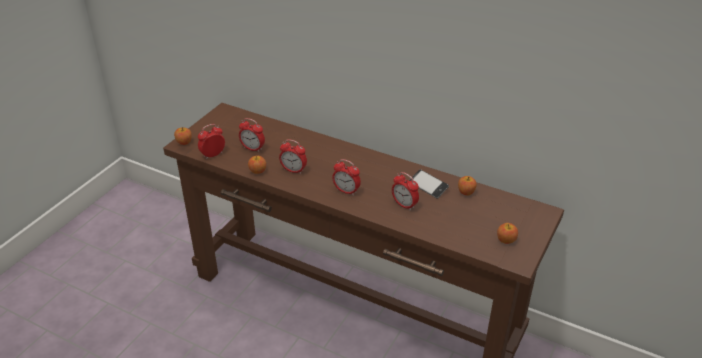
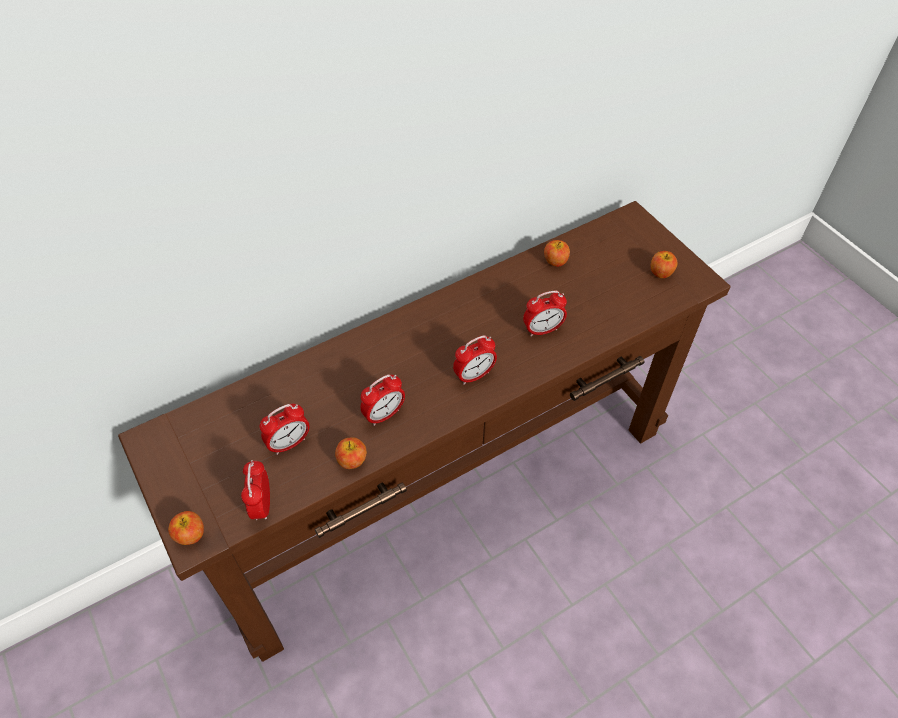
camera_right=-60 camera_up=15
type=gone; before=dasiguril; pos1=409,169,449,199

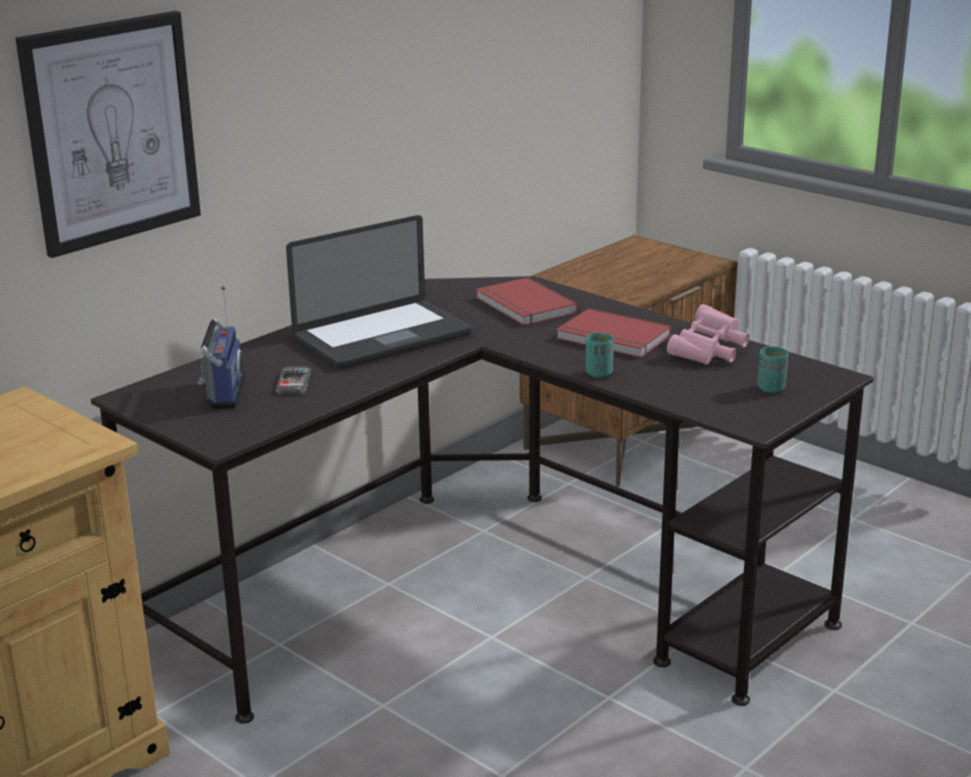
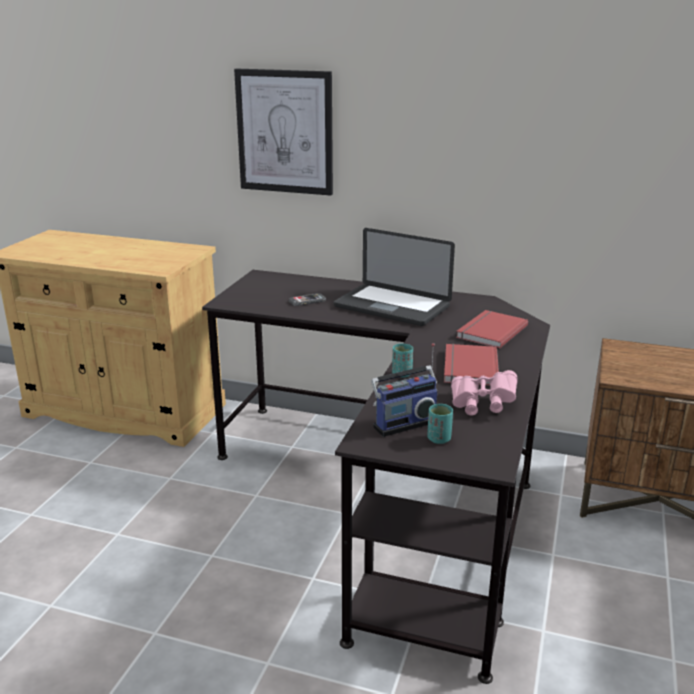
camera_right=65 camera_up=0
type=shifted; before=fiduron; pos1=198,286,245,409; pos2=371,343,437,437

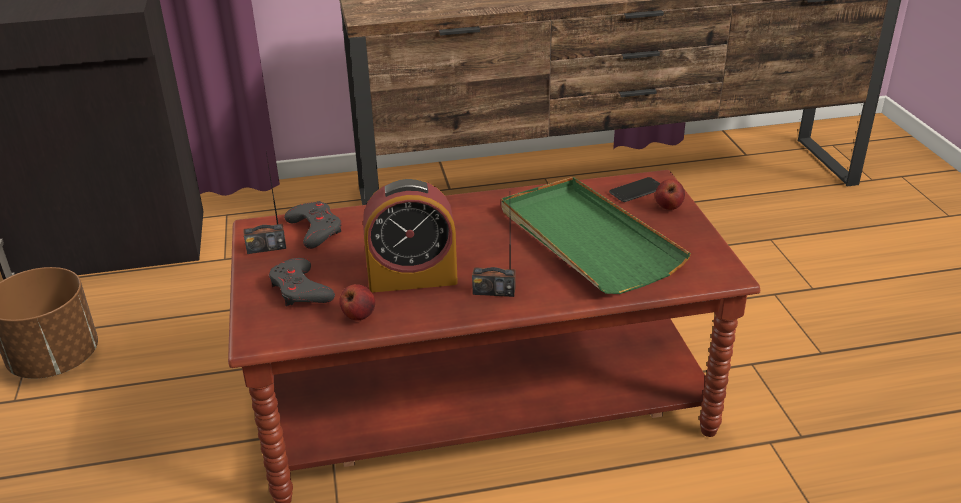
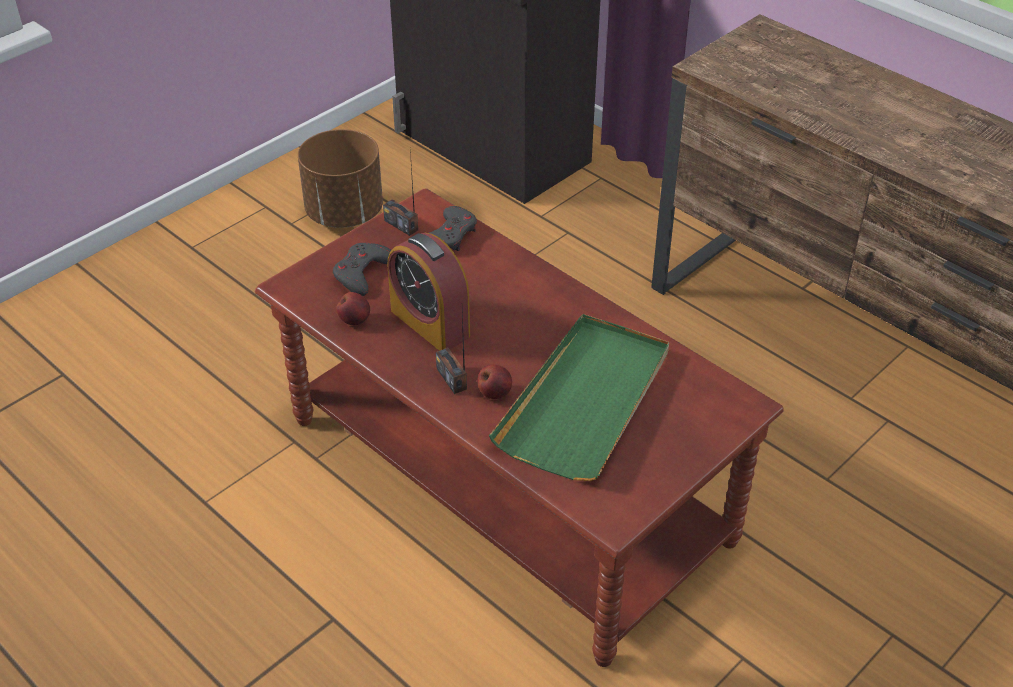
camera_right=55 camera_up=10
type=gone; before=dasiguril; pos1=609,177,660,202
type=shifted; before=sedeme; pos1=655,179,685,210; pos2=477,364,512,399

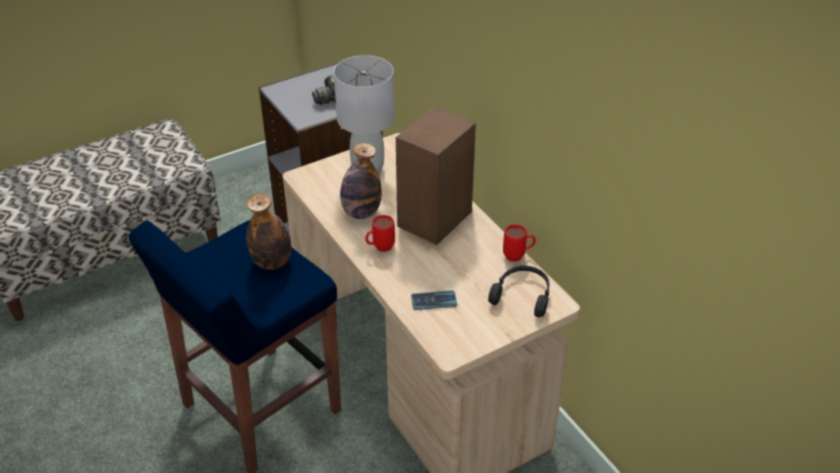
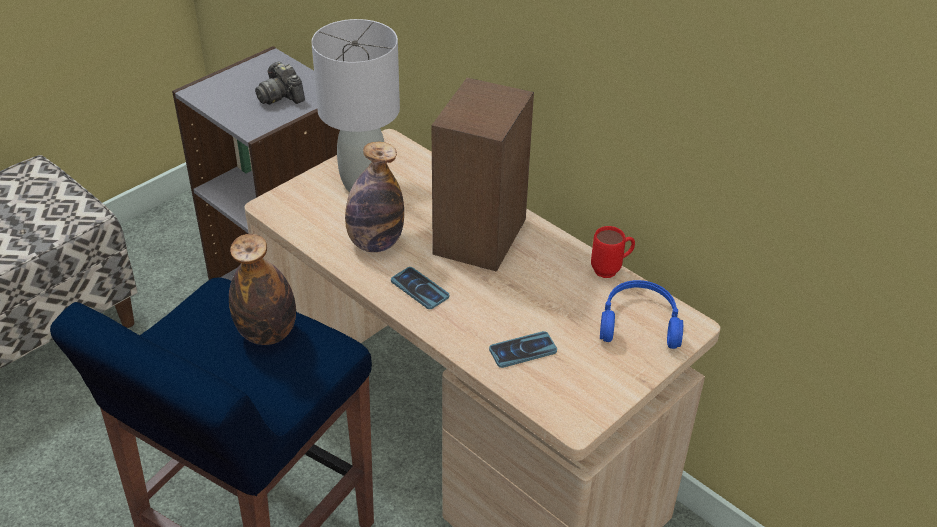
camera_right=-15 camera_up=0
type=swapped; before=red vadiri; after=dasiguril; pos1=365,215,395,252; pos2=391,267,449,309
type=repainted; before=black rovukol; after=blue rovukol; pos1=488,266,549,317; pos2=600,280,683,349

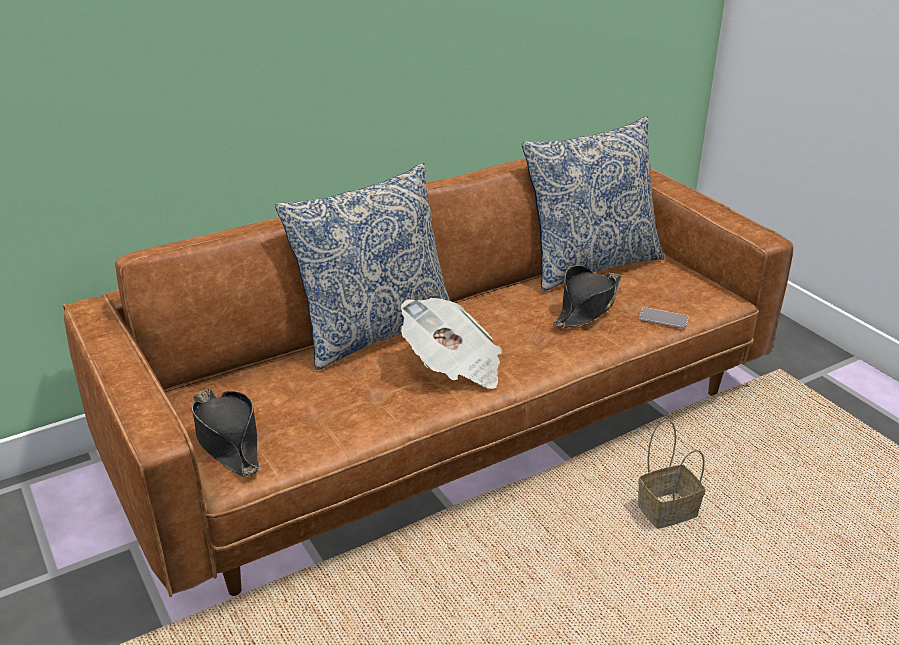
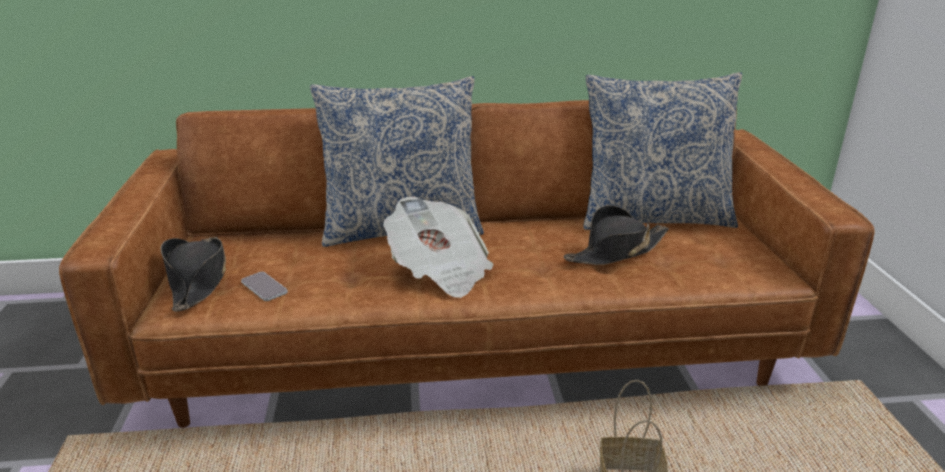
camera_right=25 camera_up=-5
type=shifted; before=dasiguril; pos1=639,307,689,328; pos2=241,272,288,301

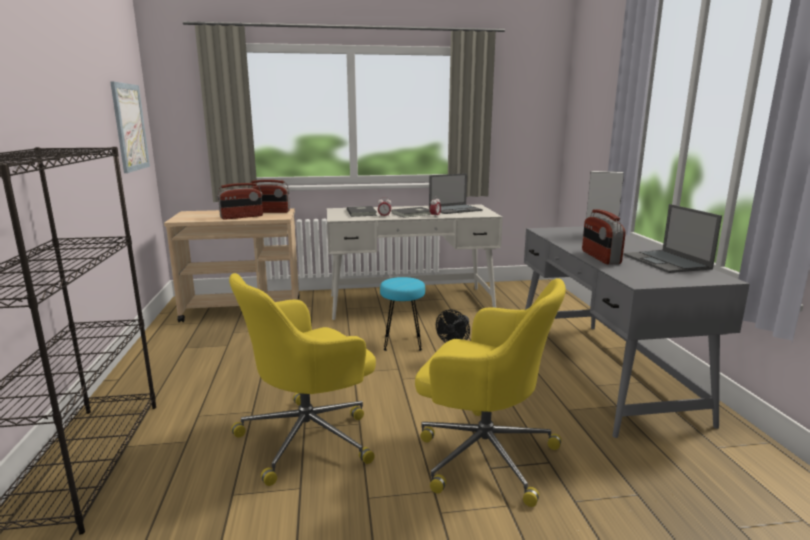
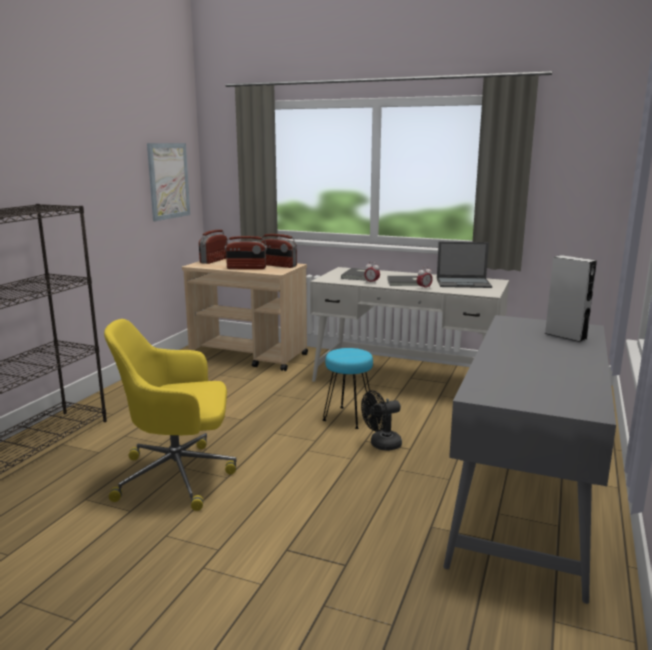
camera_right=30 camera_up=0
type=gone; before=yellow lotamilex; pos1=415,278,566,507
type=shifted; before=fiduron; pos1=582,209,626,265; pos2=199,230,228,264
type=gone; before=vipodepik; pos1=623,204,722,273

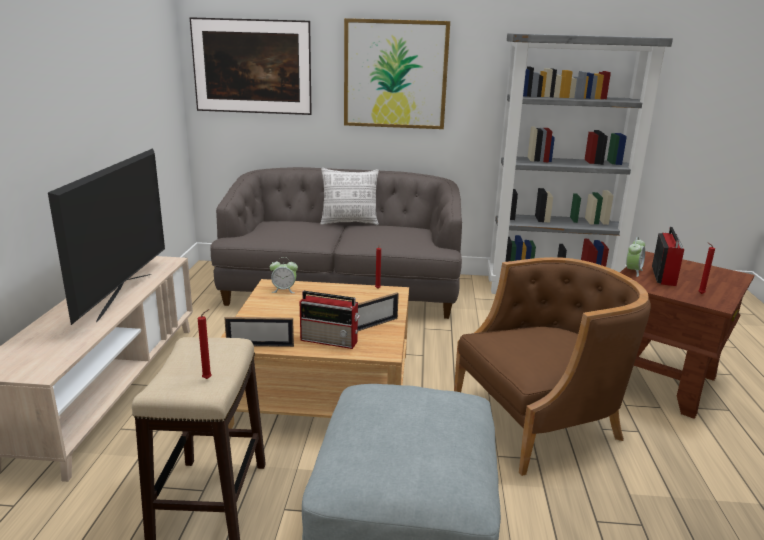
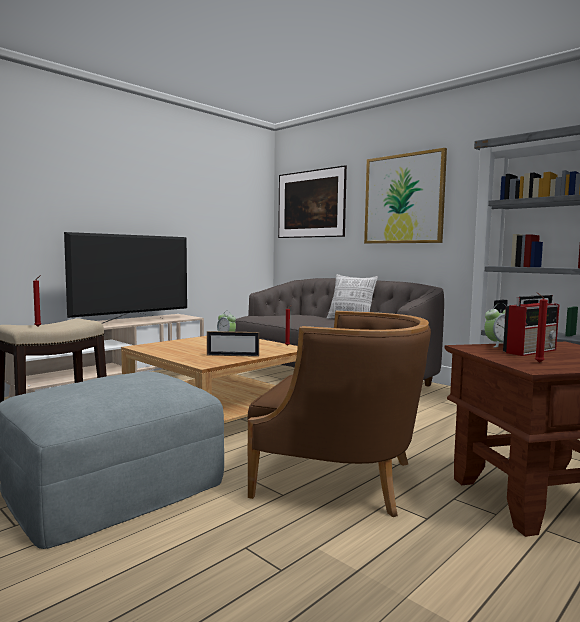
camera_right=40 camera_up=-15
type=gone; before=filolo; pos1=224,317,294,347
type=gone; before=fiduron; pos1=300,291,360,349

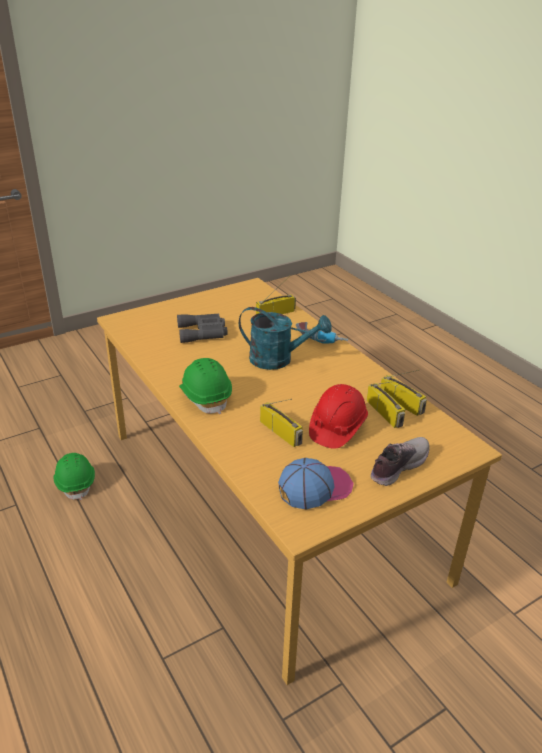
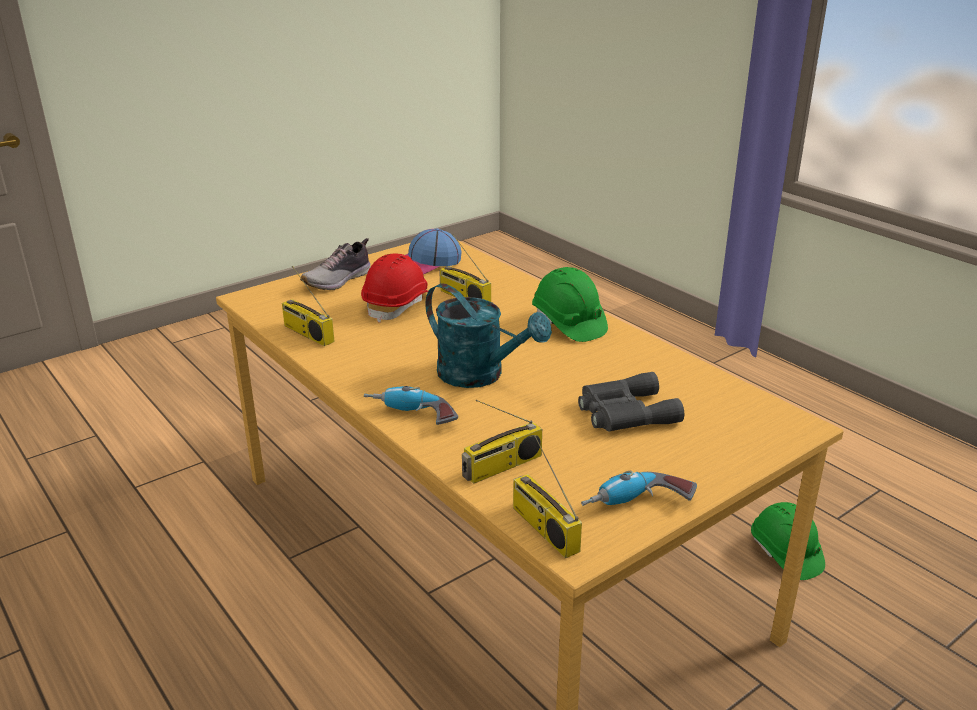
camera_right=175 camera_up=-5
type=rotated; before=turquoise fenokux; pos1=239,307,332,370; pos2=426,283,552,388; turn=-150
type=shifted; before=fiduron; pos1=367,381,405,428; pos2=513,435,582,558
type=new; after=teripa; pos2=581,471,697,506

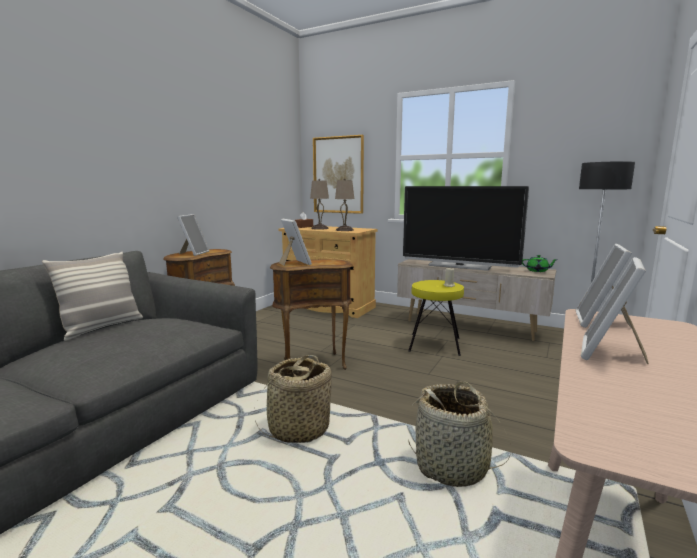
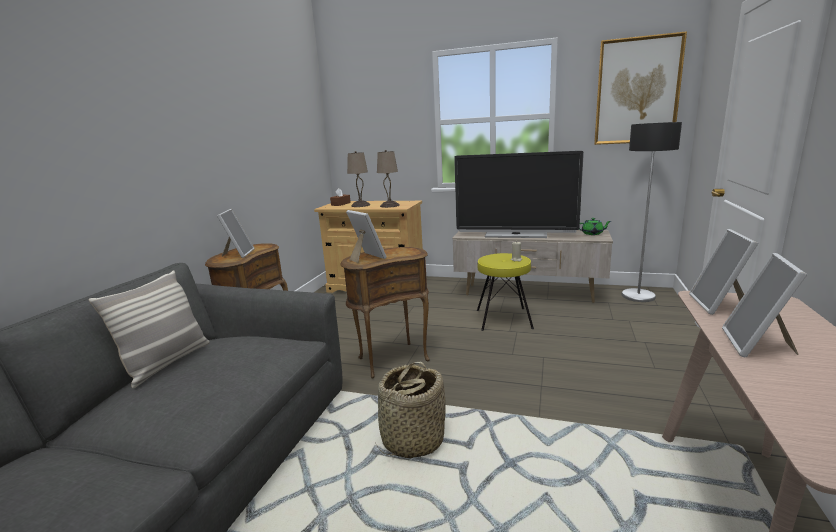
camera_right=-10 camera_up=5
type=shifted; before=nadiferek; pos1=313,135,364,214; pos2=594,31,687,145
type=gone; before=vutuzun; pos1=408,381,511,487

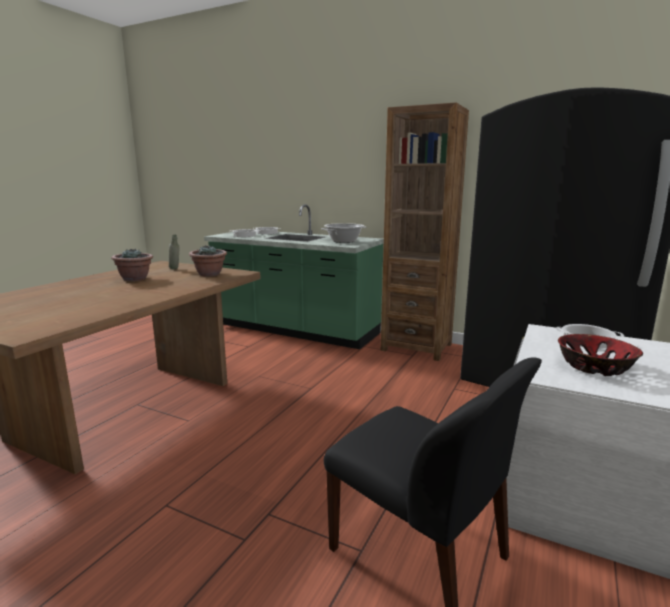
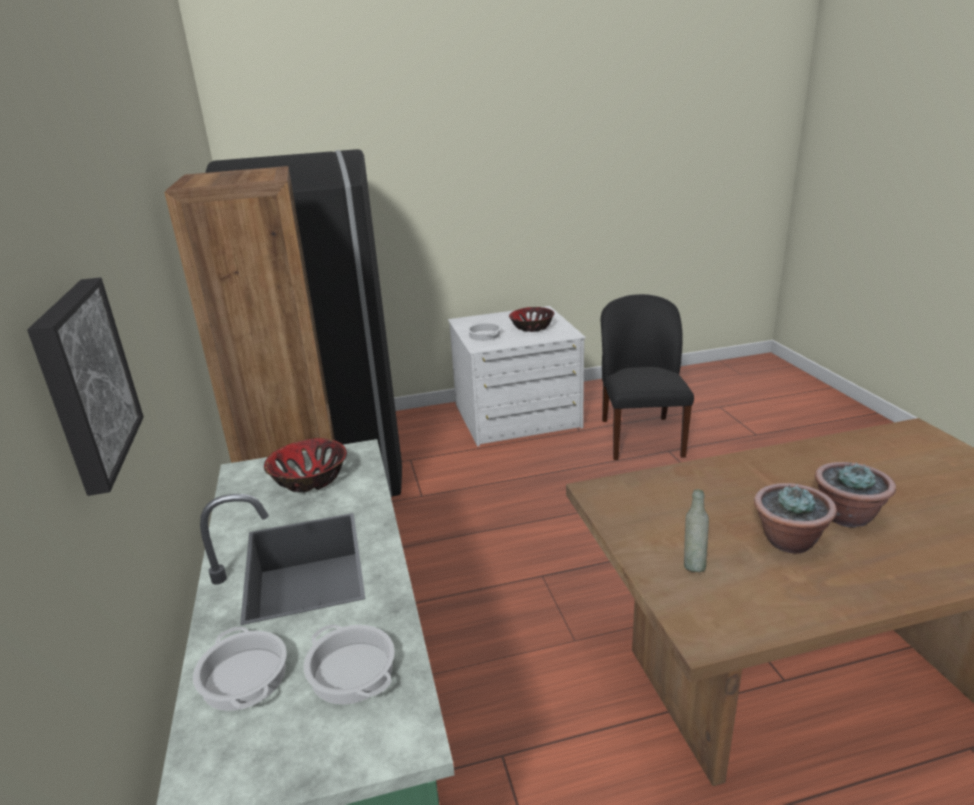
camera_right=-130 camera_up=10
type=shifted; before=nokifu; pos1=189,245,227,277; pos2=815,462,896,528
type=swapped; before=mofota; after=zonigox; pos1=321,223,367,243; pos2=264,438,347,492
type=new; after=nadiferek; pos2=27,277,144,496

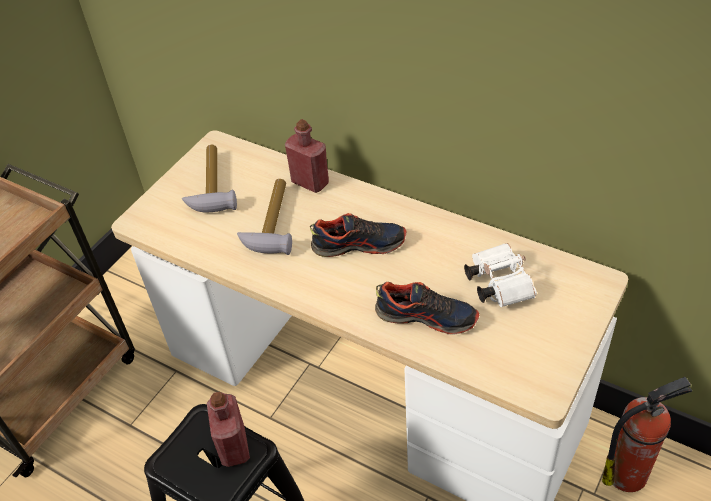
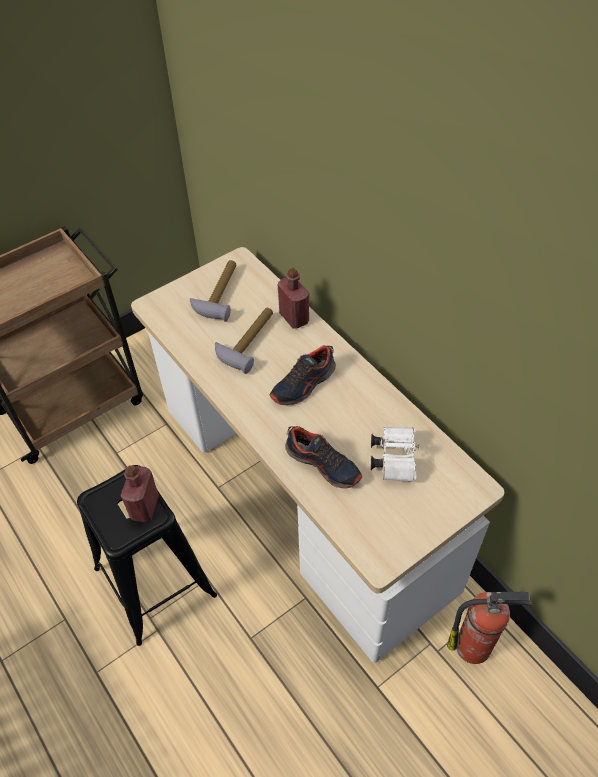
camera_right=20 camera_up=5
type=rotated; before=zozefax; pos1=310,213,407,257; pos2=269,346,336,405; turn=120

